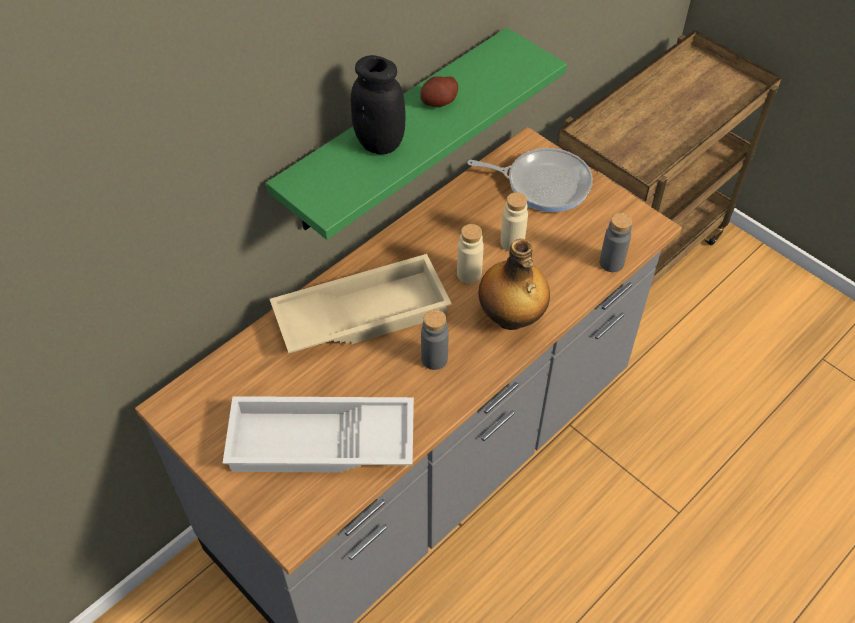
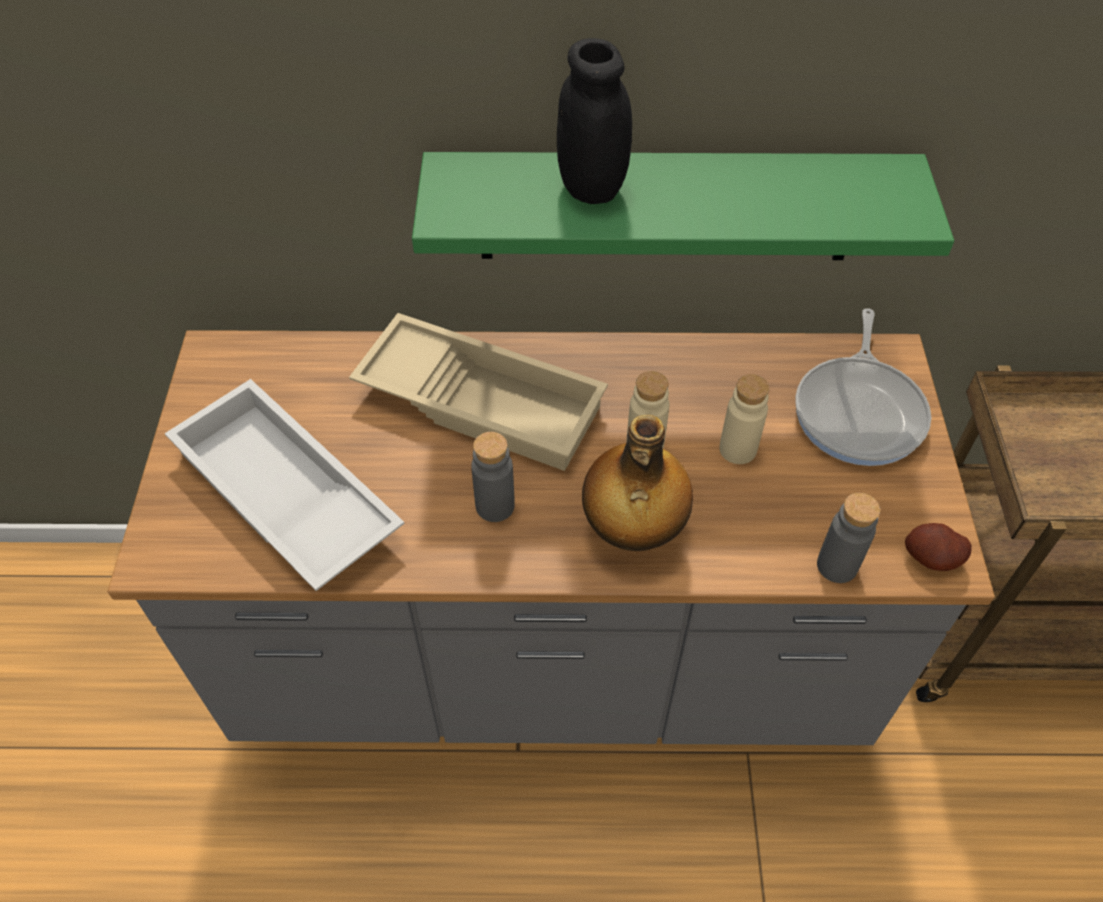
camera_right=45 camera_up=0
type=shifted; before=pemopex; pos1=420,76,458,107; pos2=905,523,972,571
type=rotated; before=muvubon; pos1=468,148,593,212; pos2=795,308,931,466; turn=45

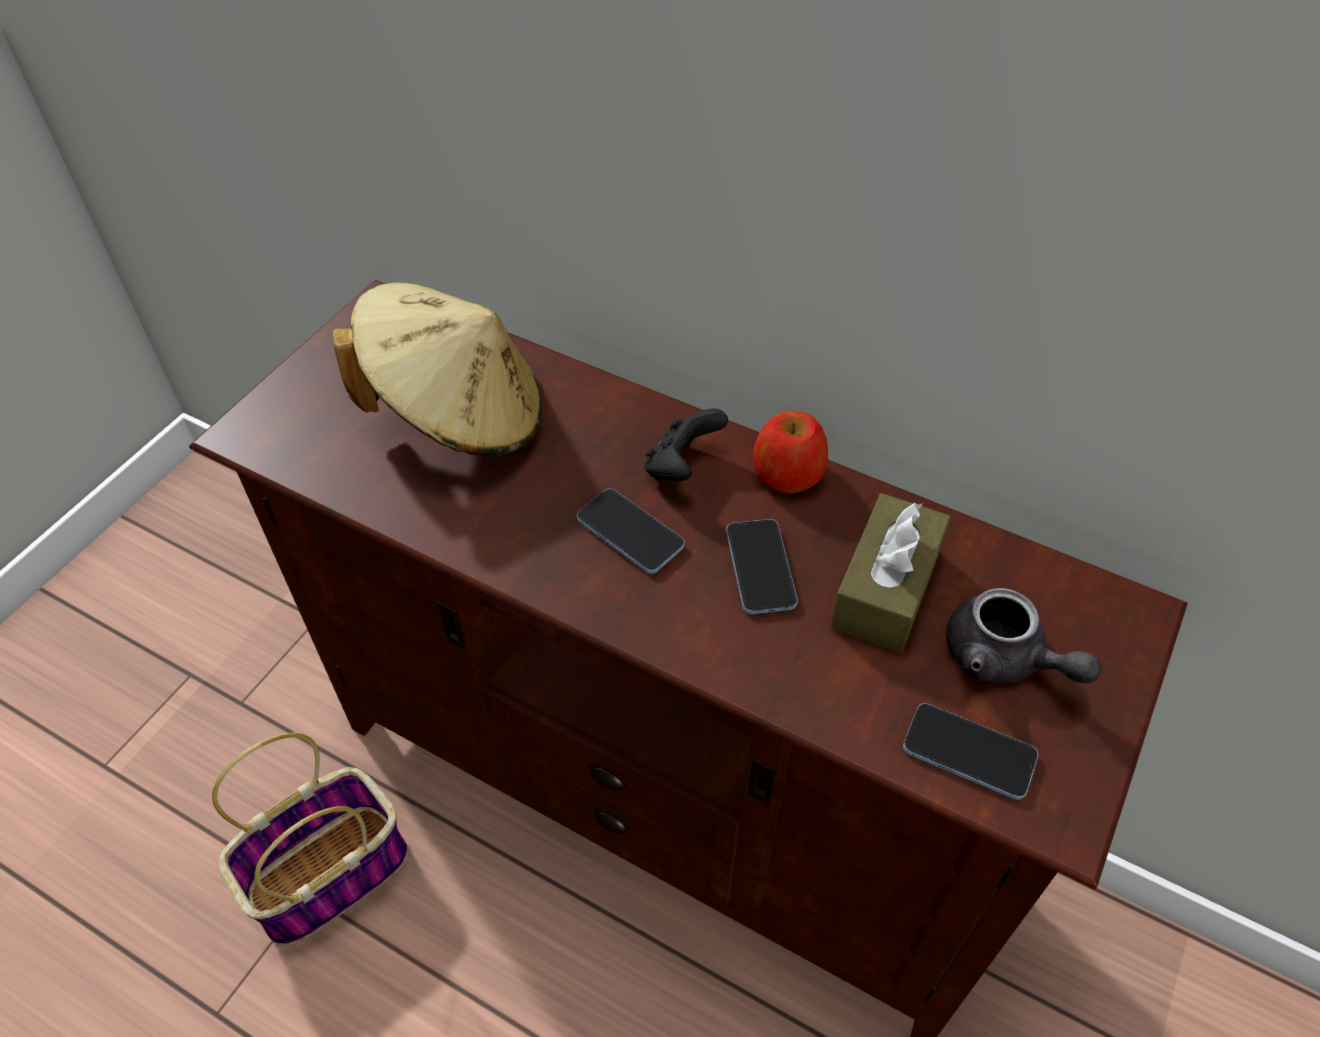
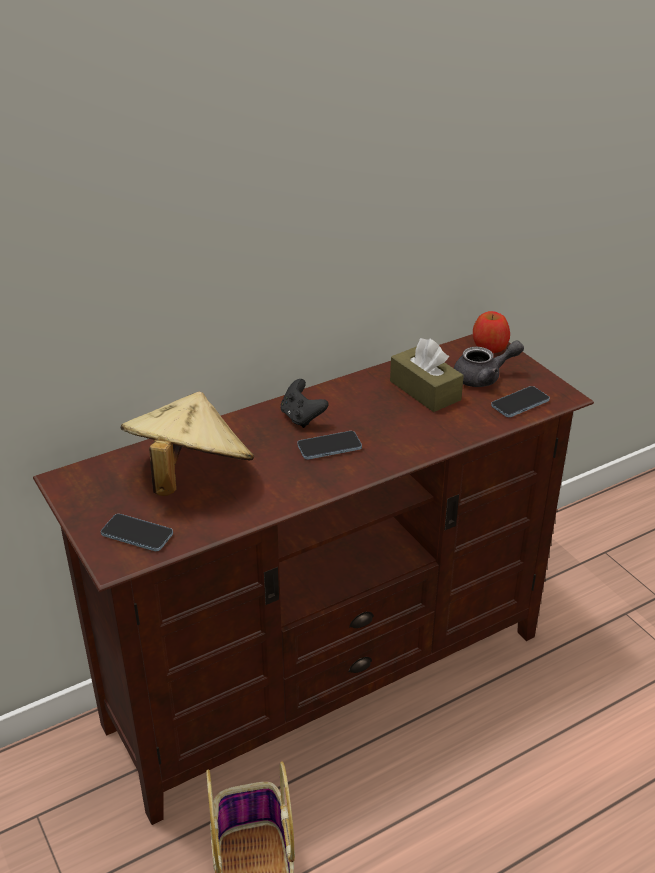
camera_right=-60 camera_up=-15
type=shifted; before=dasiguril; pos1=726,519,797,614; pos2=101,514,173,551
type=shifted; before=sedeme; pos1=753,410,828,494; pos2=473,311,510,353

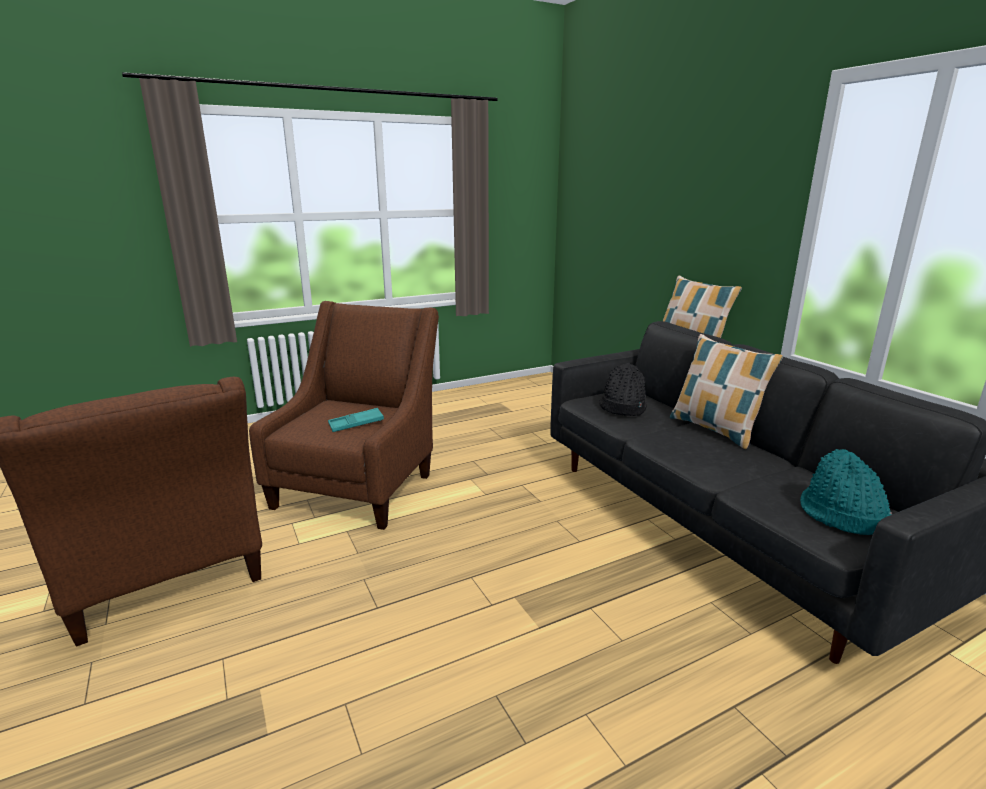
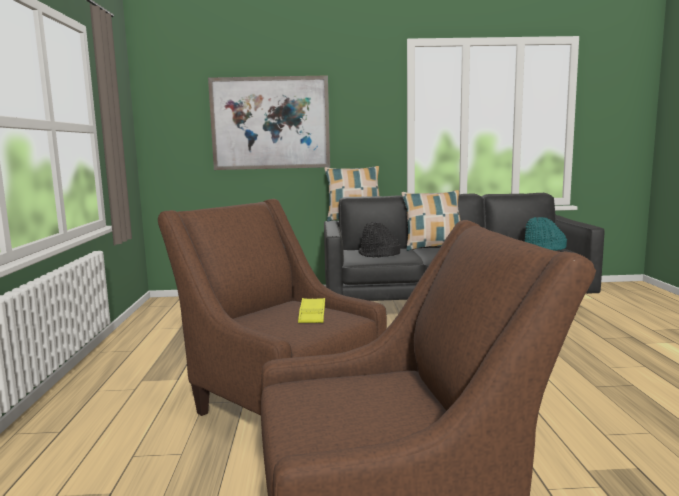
camera_right=-65 camera_up=-10
type=repainted; before=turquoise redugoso; after=yellow redugoso; pos1=328,408,384,432; pos2=298,298,325,323
type=new; after=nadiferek; pos2=208,75,330,170

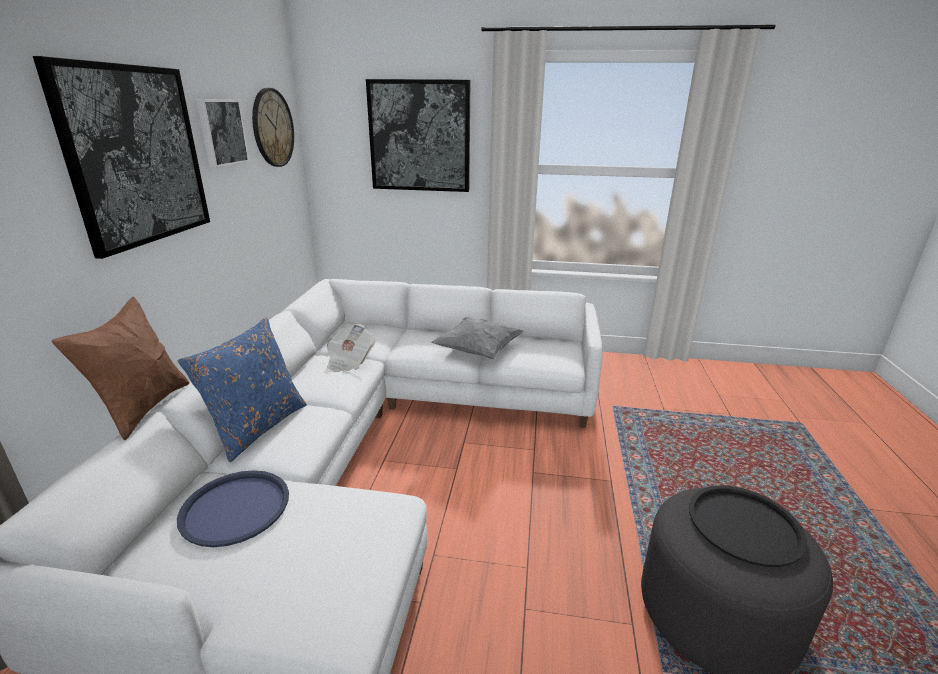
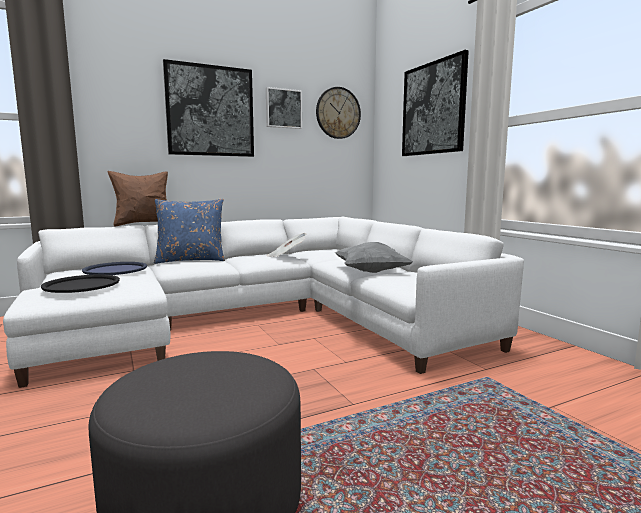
camera_right=55 camera_up=-15
type=shifted; before=black redugoso; pos1=689,485,807,567; pos2=41,274,120,293

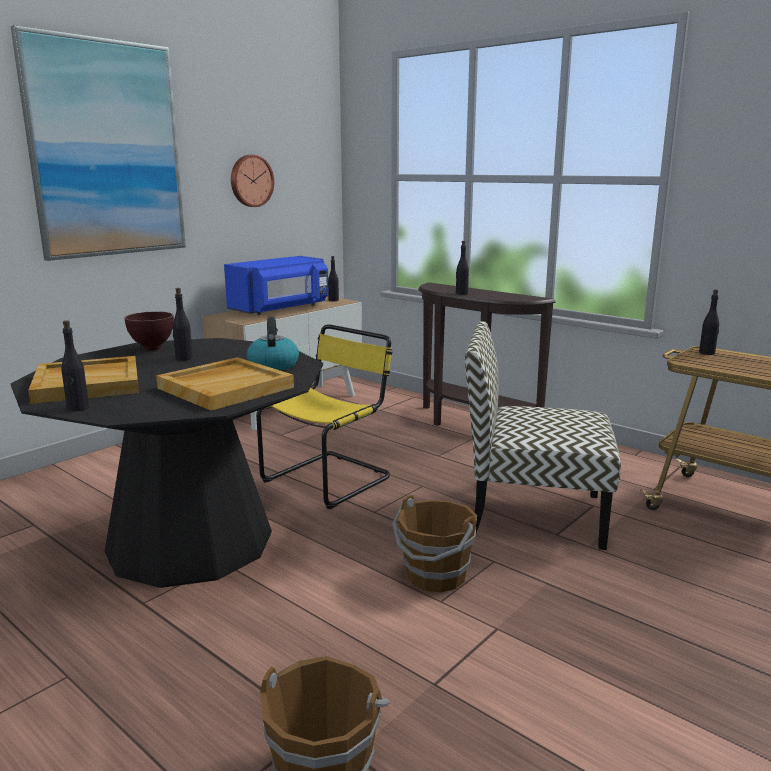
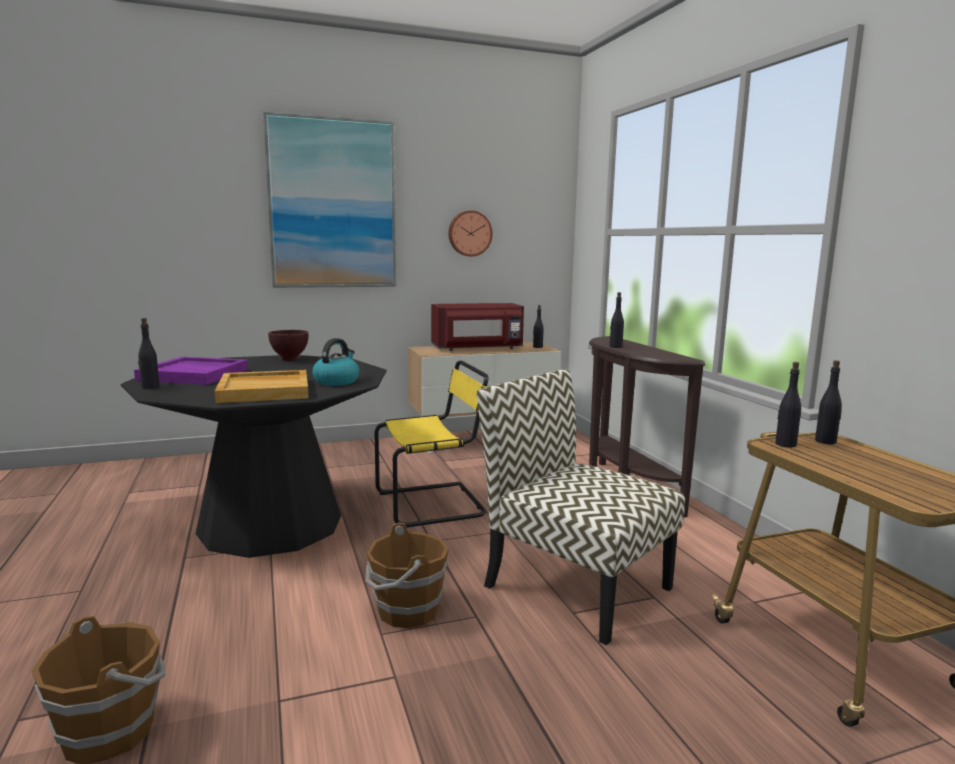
camera_right=30 camera_up=-5
type=repainted; before=beige redugoso; after=purple redugoso; pos1=28,356,139,404; pos2=134,357,248,385
type=shifted; before=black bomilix; pos1=173,288,193,360; pos2=775,362,801,448
type=repainted; before=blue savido; after=red savido; pos1=224,256,328,315; pos2=431,303,524,351

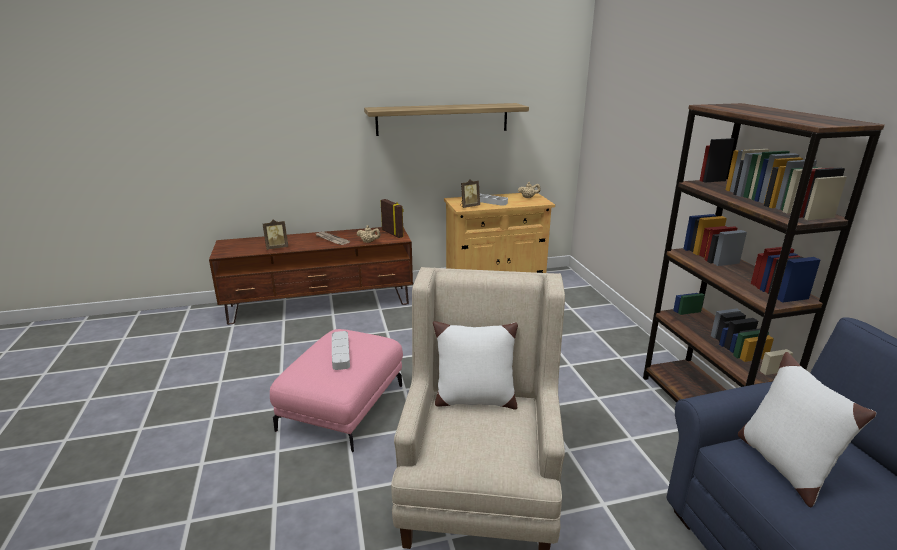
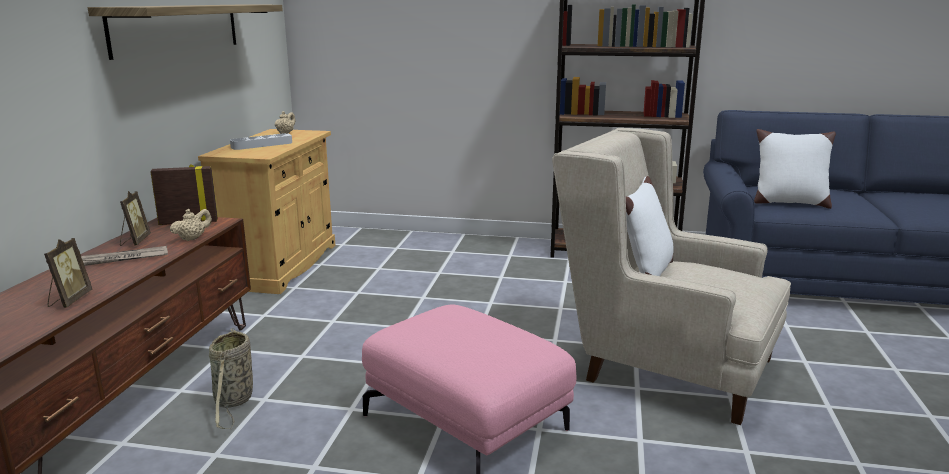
camera_right=-65 camera_up=-5
type=gone; before=grey redugoso; pos1=332,331,350,370
type=shifted; before=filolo; pos1=460,179,480,208; pos2=120,191,151,246
type=new; after=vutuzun; pos2=209,329,253,429

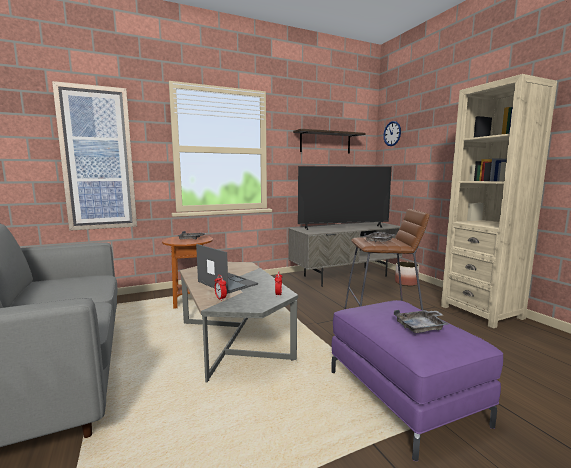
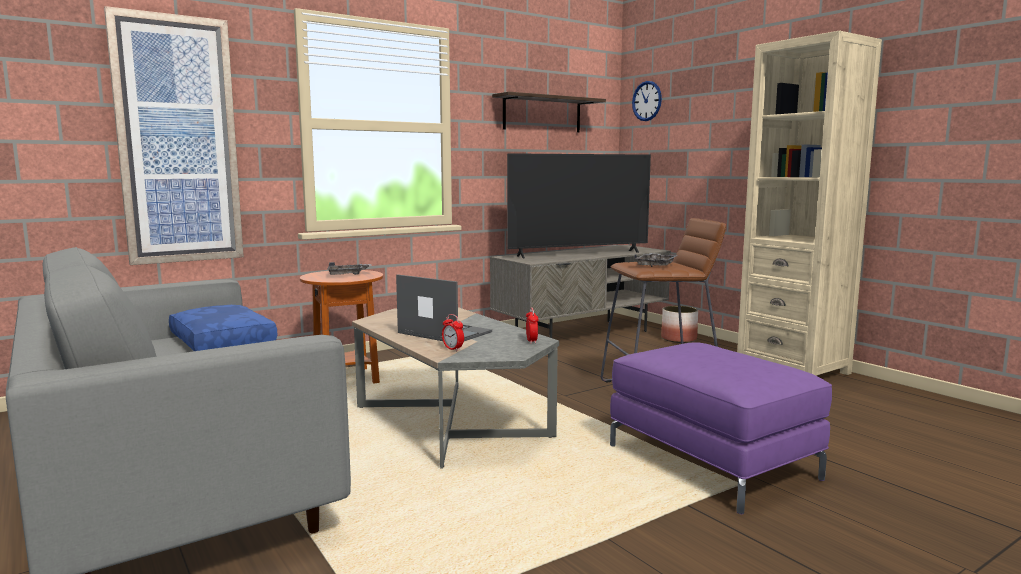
camera_right=-10 camera_up=0
type=gone; before=grey redugoso; pos1=394,309,448,333
type=new; after=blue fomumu; pos2=169,305,277,351

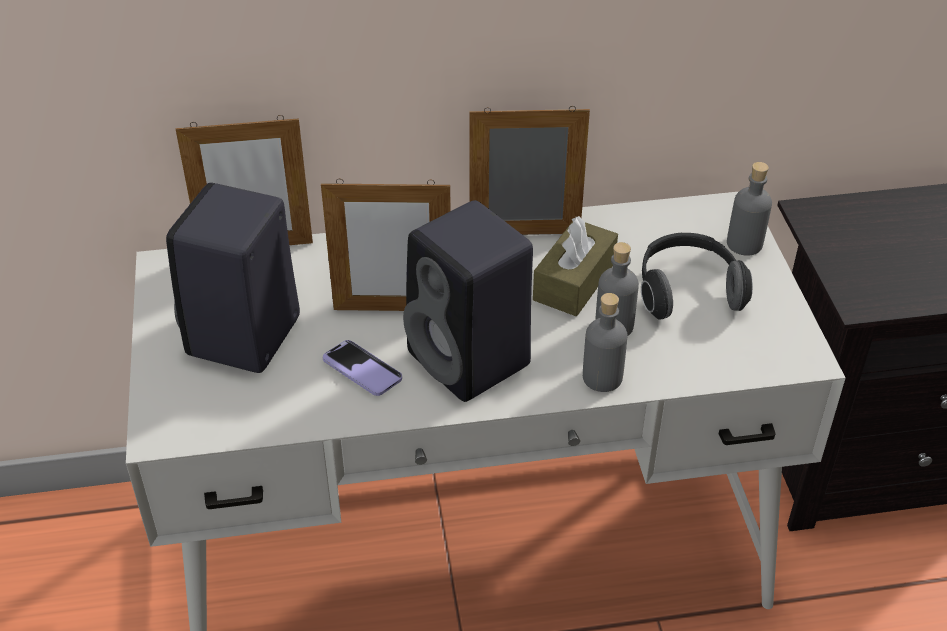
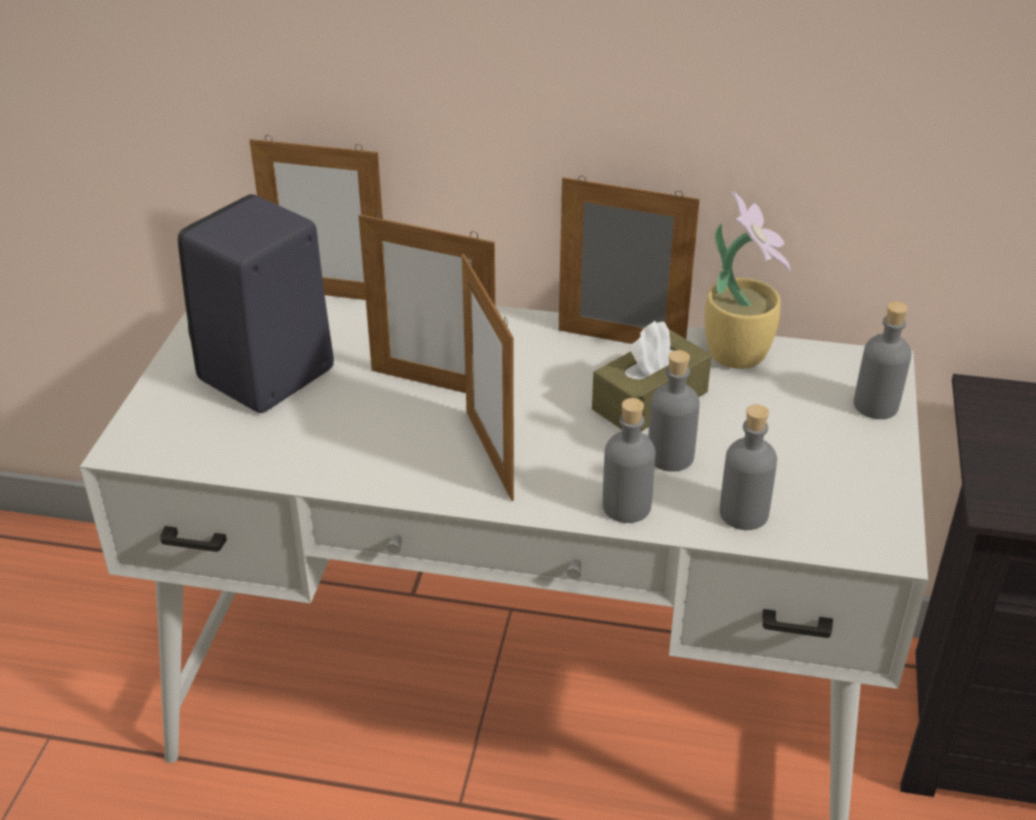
camera_right=20 camera_up=-5
type=gone; before=dasiguril; pos1=323,340,402,396
type=swapped; before=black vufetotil; after=filolo; pos1=403,200,533,402; pos2=462,254,514,501
type=gone; before=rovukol; pos1=641,233,753,320
type=new; after=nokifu; pos2=705,191,790,369
type=new; after=grey bomilix; pos2=720,404,777,530

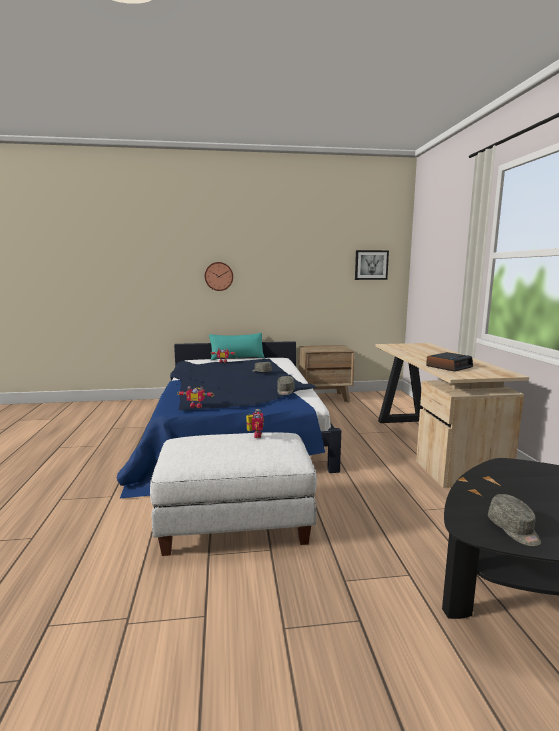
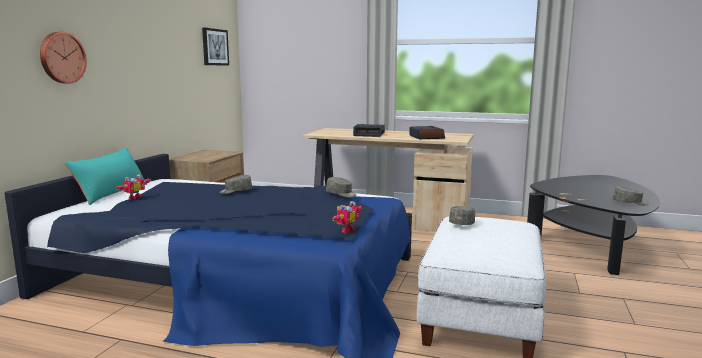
camera_right=-65 camera_up=0
type=swapped; before=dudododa; after=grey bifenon; pos1=246,409,264,438; pos2=449,206,475,225
type=new; after=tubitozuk; pos2=353,124,385,137

